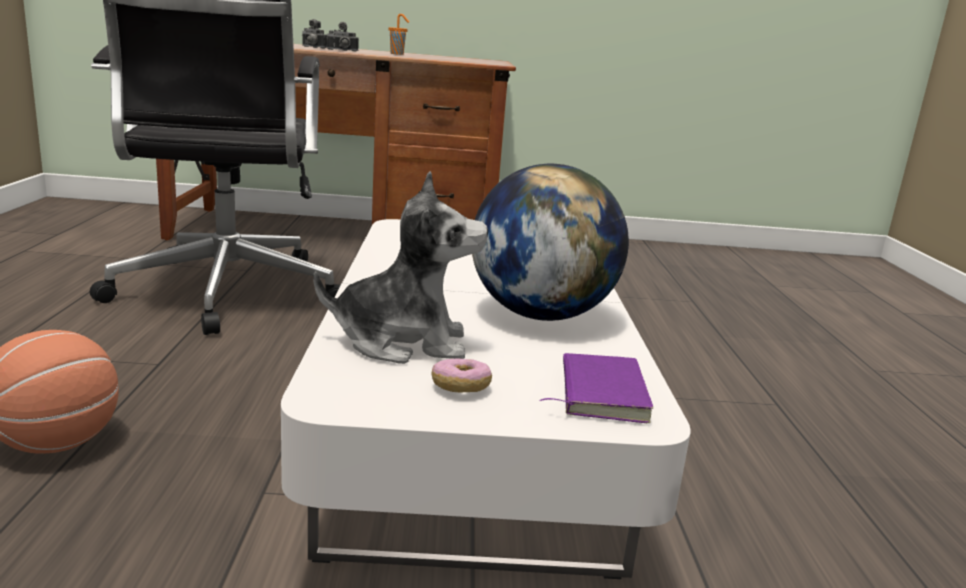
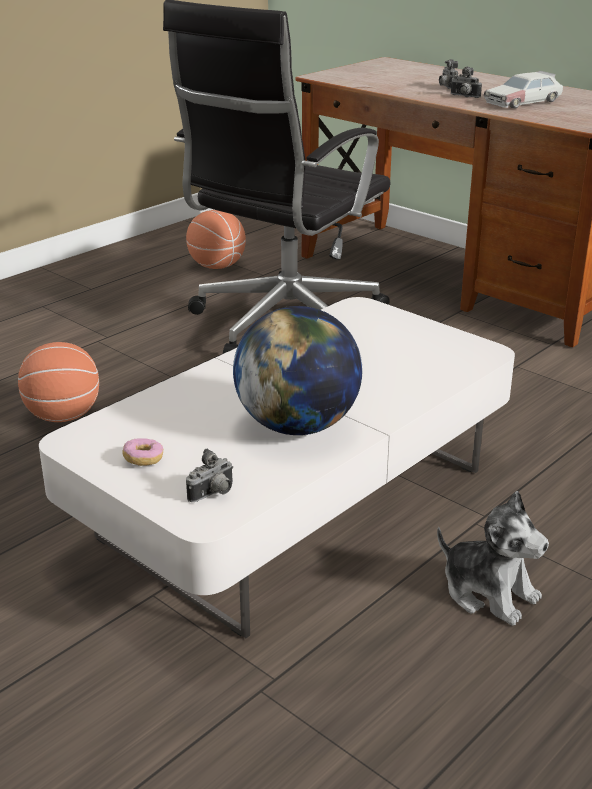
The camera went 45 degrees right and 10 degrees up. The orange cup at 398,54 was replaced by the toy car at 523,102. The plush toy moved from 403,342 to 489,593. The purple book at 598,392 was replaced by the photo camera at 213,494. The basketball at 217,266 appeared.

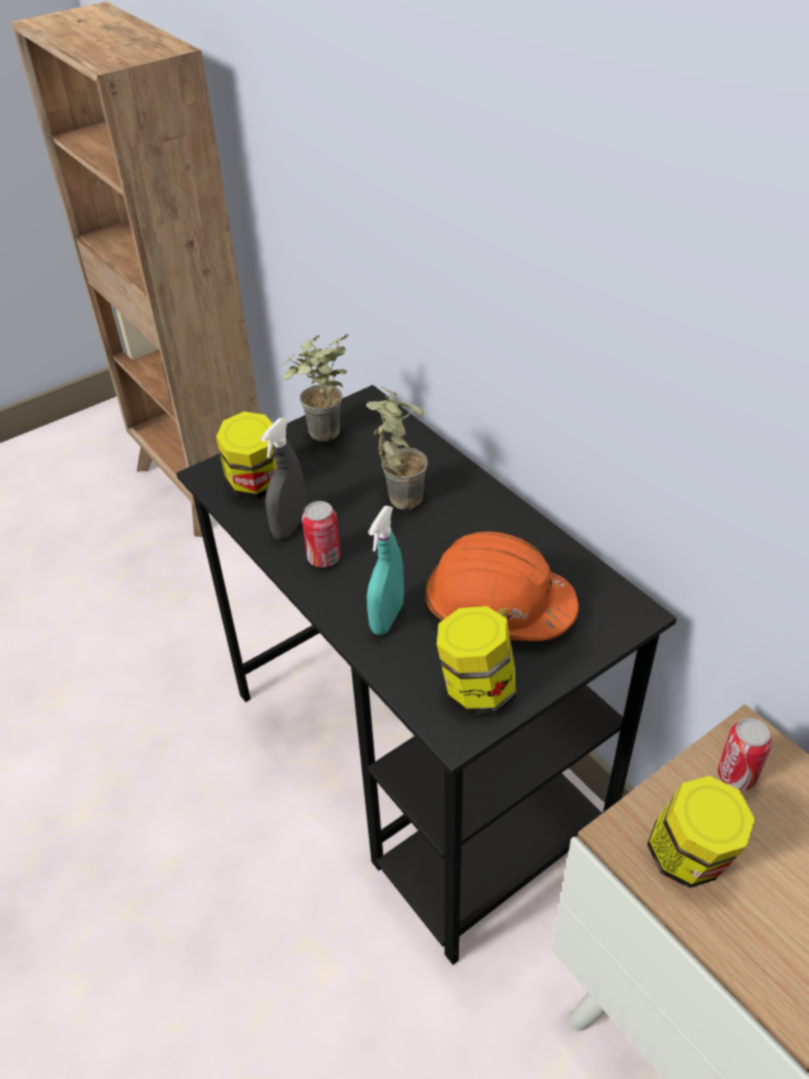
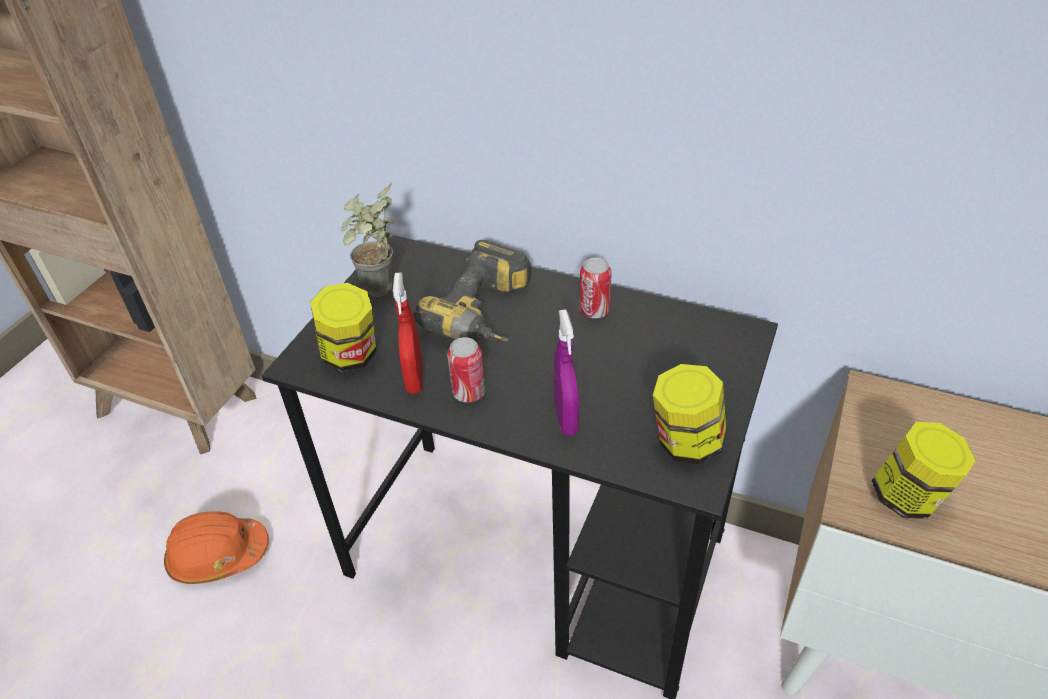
The camera went 30 degrees left and 0 degrees up. The potted plant at 397,495 was replaced by the power drill at 487,316. The grey spray bottle at 290,526 became the red spray bottle at 415,379. The turquoise spray bottle at 387,618 became the purple spray bottle at 566,418. The orange hard hat moved from 497,607 to 218,555. The can moved from 736,775 to 594,311.

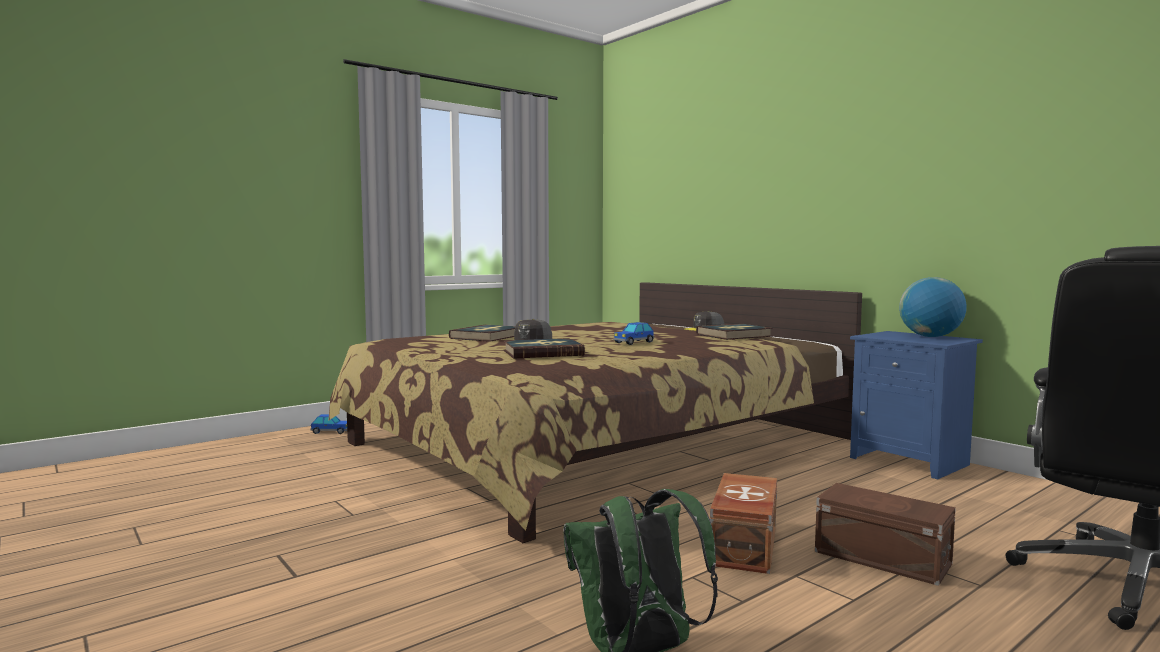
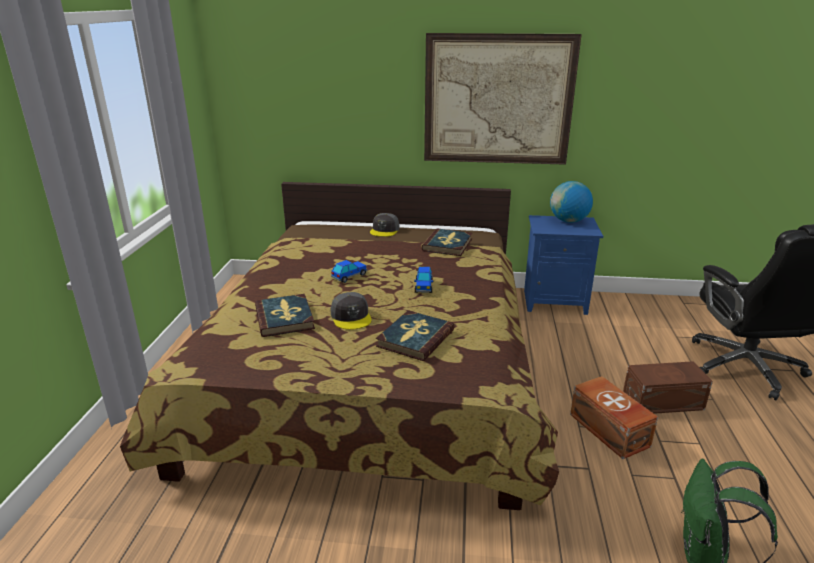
The camera went 45 degrees left and 20 degrees up. The toy car moved from 331,432 to 349,276. The picture at 498,100 appeared.

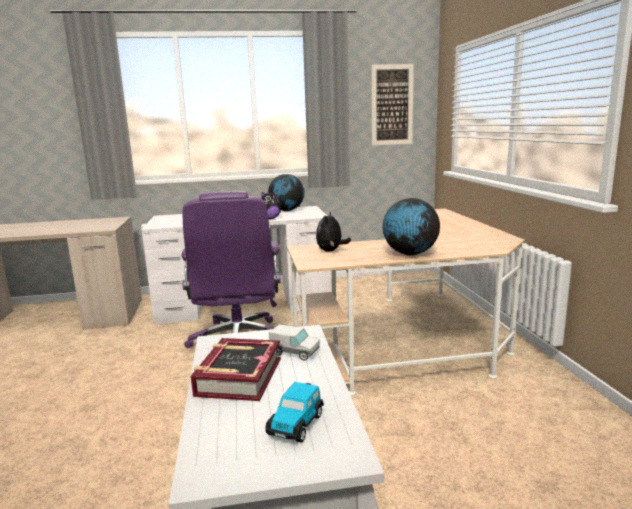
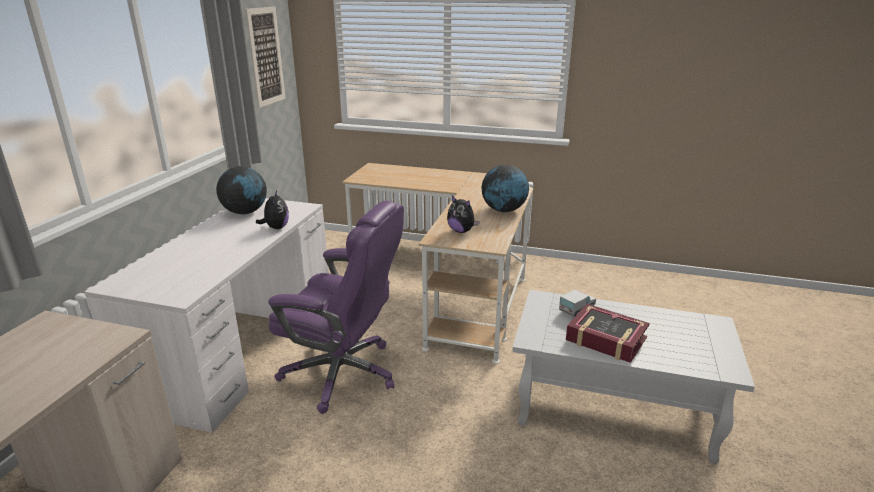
The camera went 65 degrees left and 10 degrees up. The toy car at 296,424 disappeared.

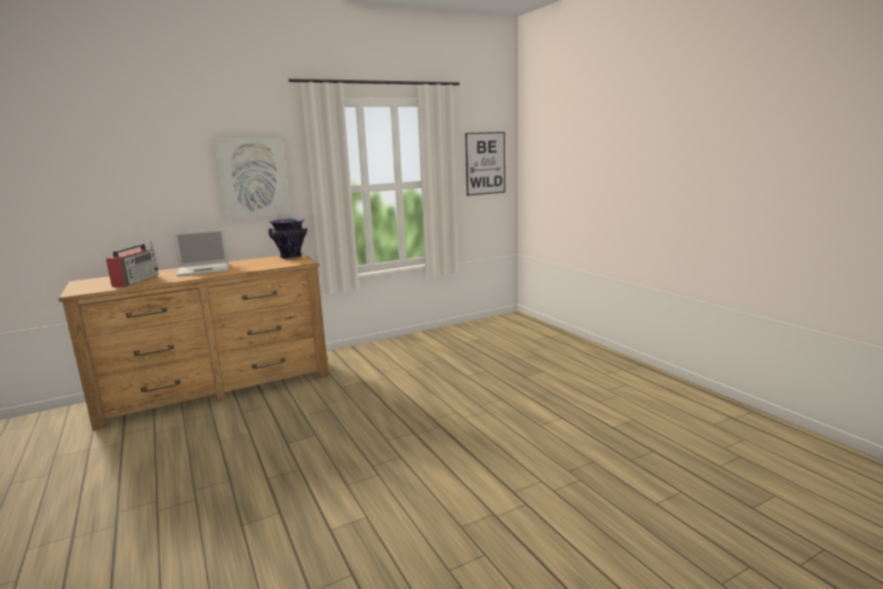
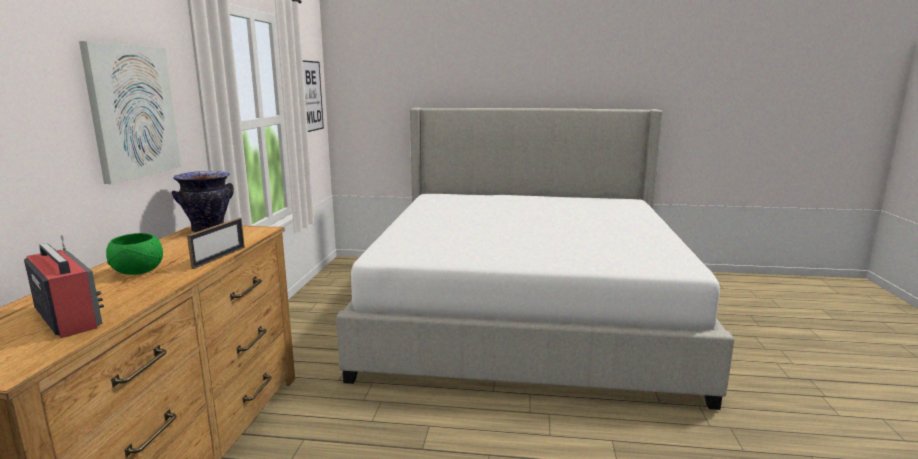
The camera went 55 degrees left and 0 degrees up. The laptop at 205,269 was replaced by the green bowl at 137,271. The bed at 525,314 appeared. The picture frame at 219,257 appeared.

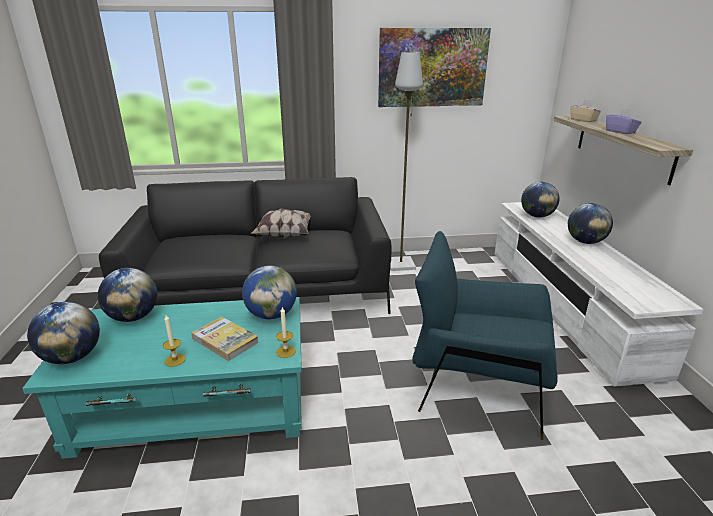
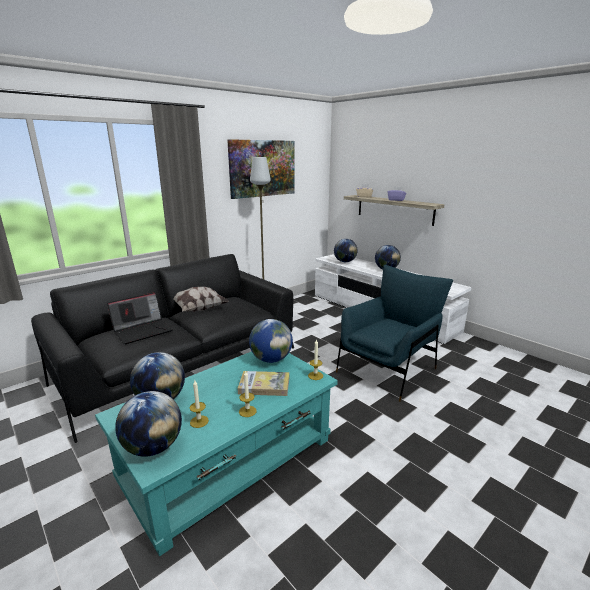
The camera went 35 degrees left and 5 degrees down. The blue armchair at 477,386 turned 150 degrees clockwise. The laptop at 143,330 appeared. The candle at 199,421 appeared.

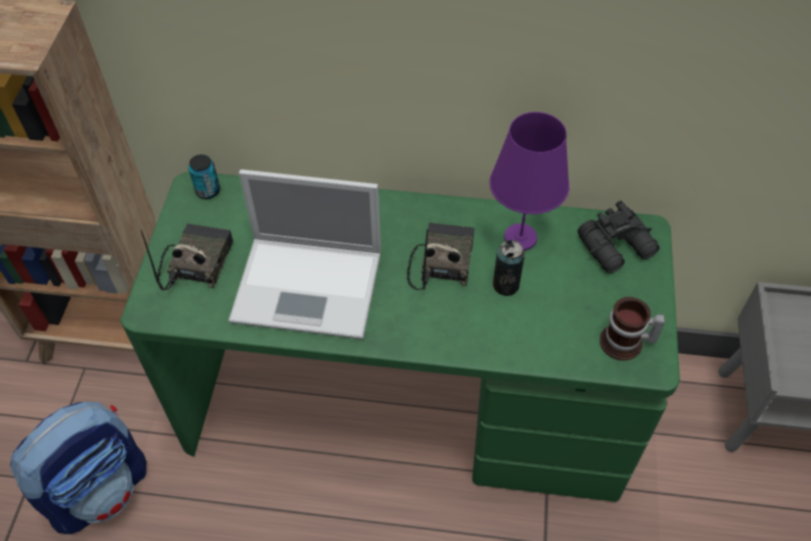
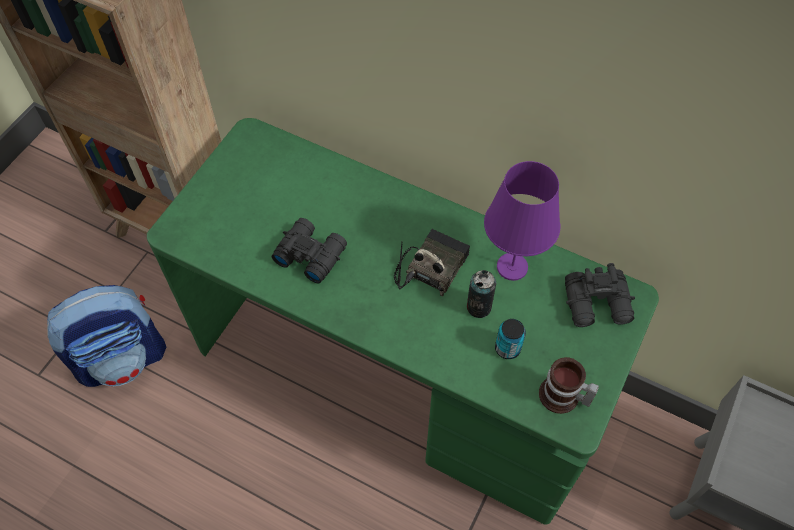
The camera went 20 degrees right and 5 degrees up. The can moved from 208,191 to 507,348. The laptop at 310,286 was replaced by the black binoculars at 310,254. The radio at 195,263 disappeared.

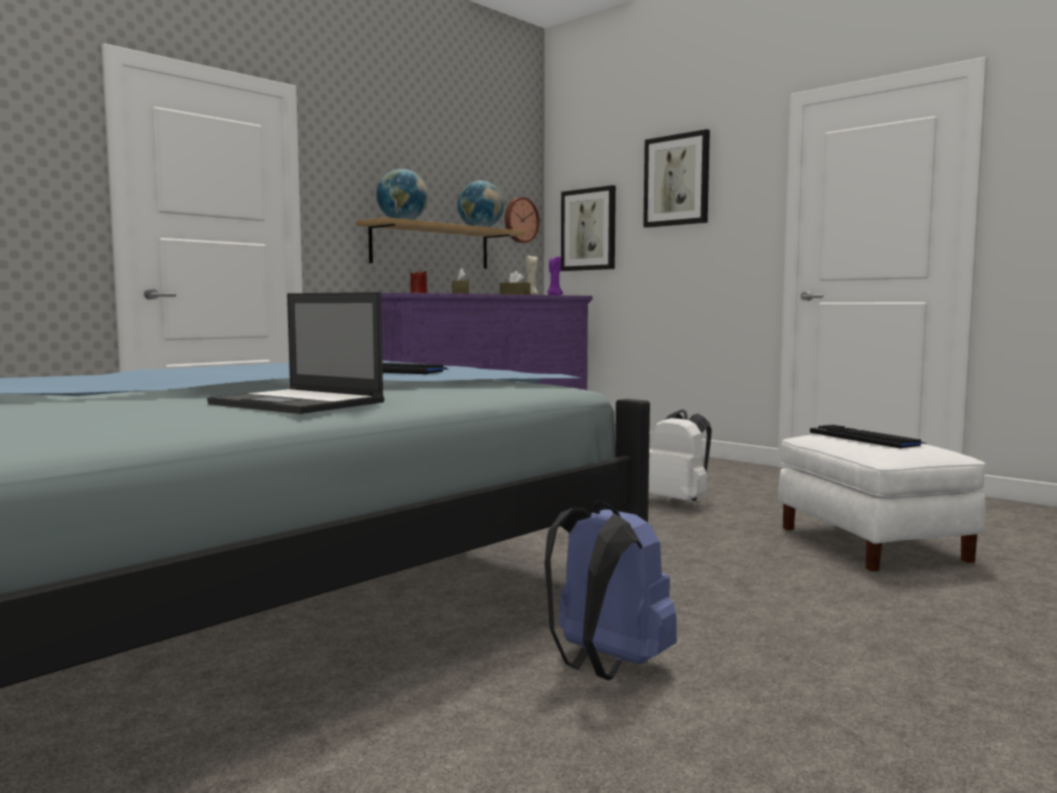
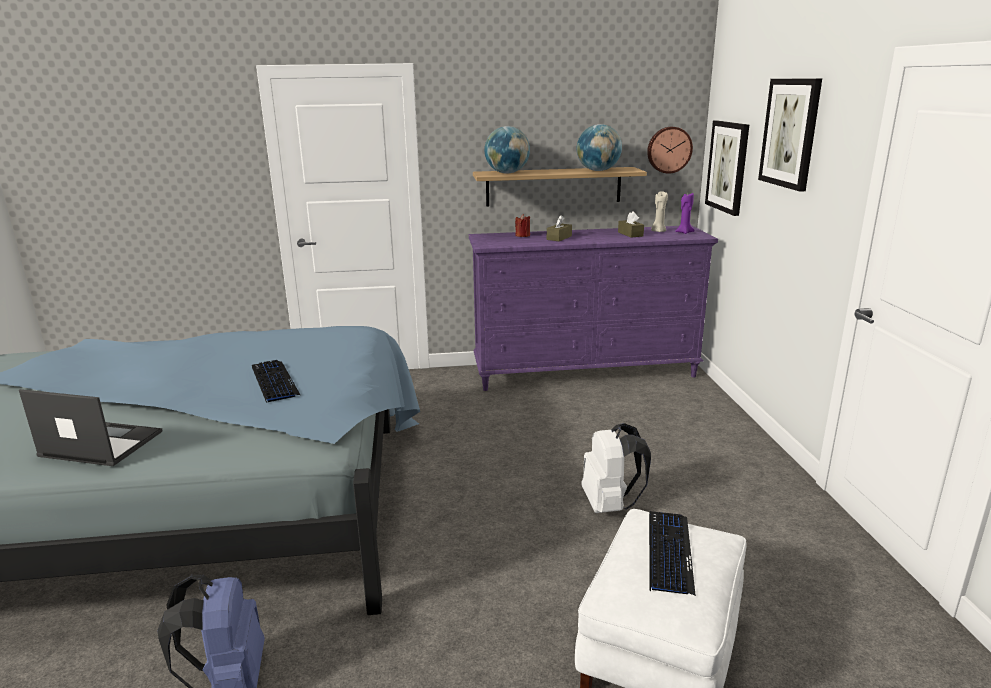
The camera went 40 degrees right and 15 degrees up. The laptop at 299,403 turned 120 degrees clockwise.

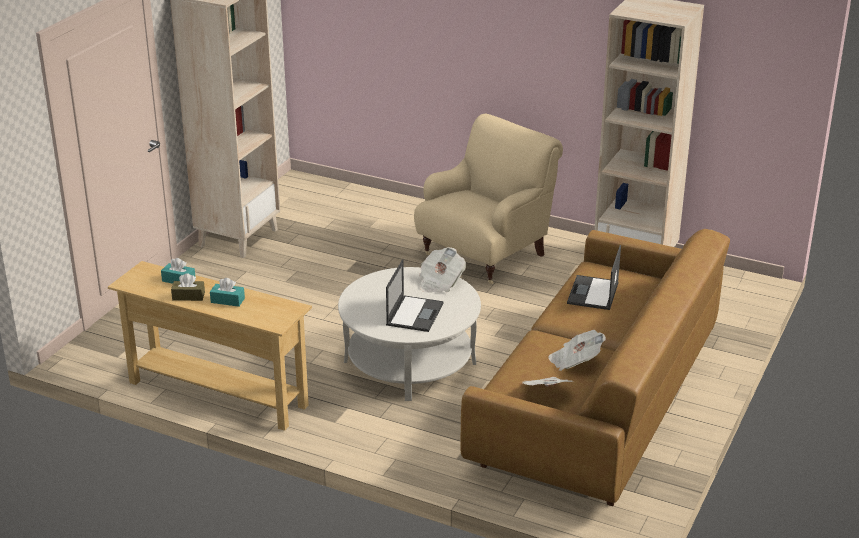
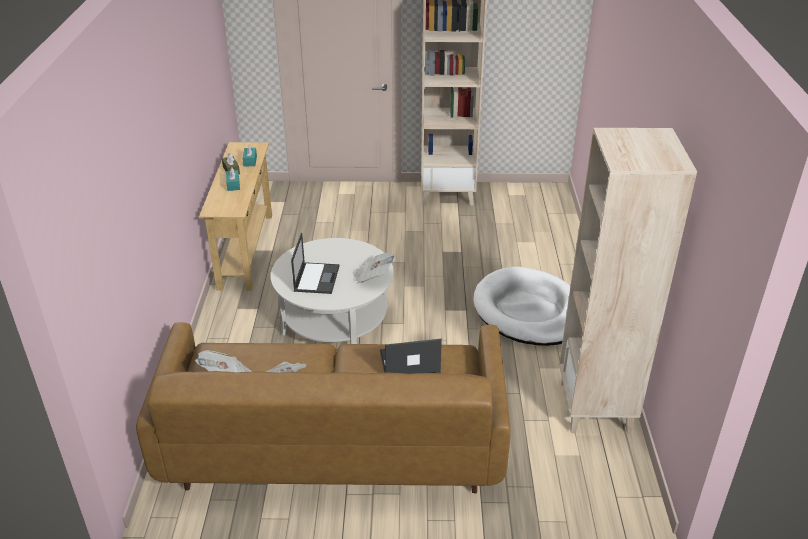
The camera went 65 degrees right and 5 degrees up. The beige armchair at 486,254 was replaced by the white dog bed at 529,311. The laptop at 415,313 turned 75 degrees counterclockwise.

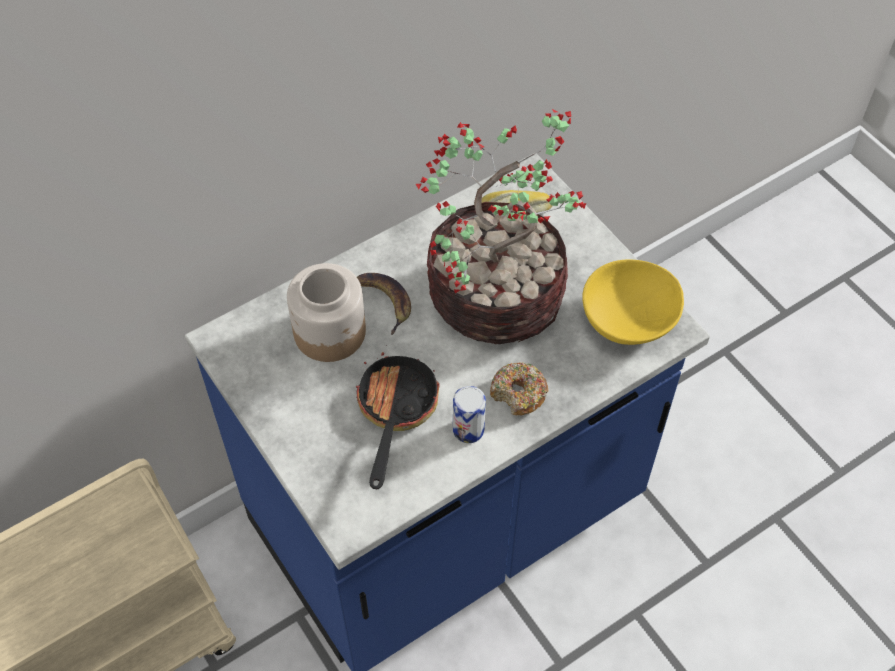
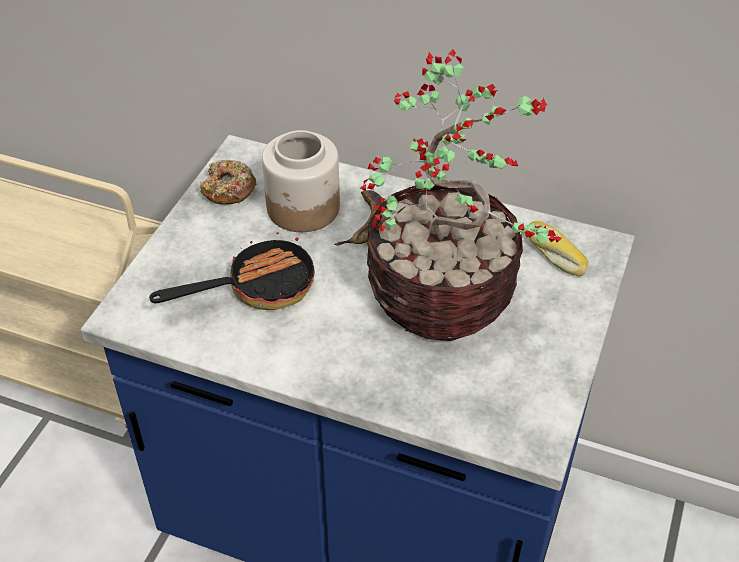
The camera went 55 degrees right and 10 degrees down. The yellow bowl at 627,318 disappeared. The donut moved from 518,394 to 228,190. The can at 468,429 disappeared.

